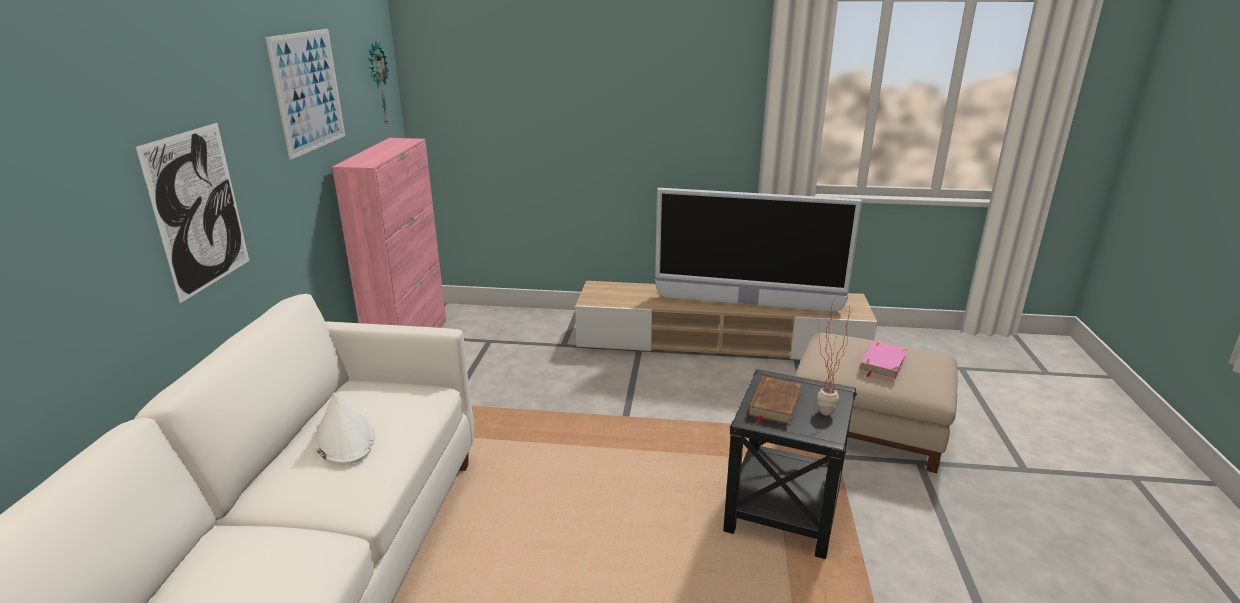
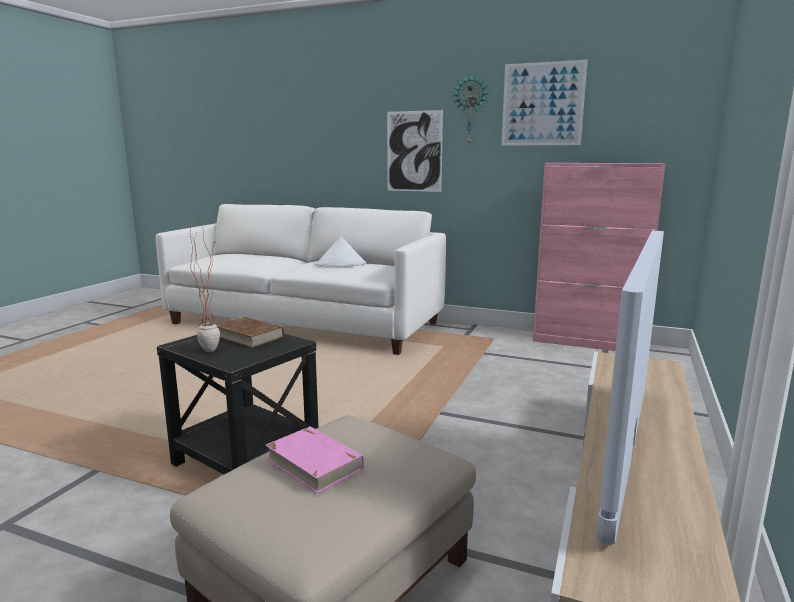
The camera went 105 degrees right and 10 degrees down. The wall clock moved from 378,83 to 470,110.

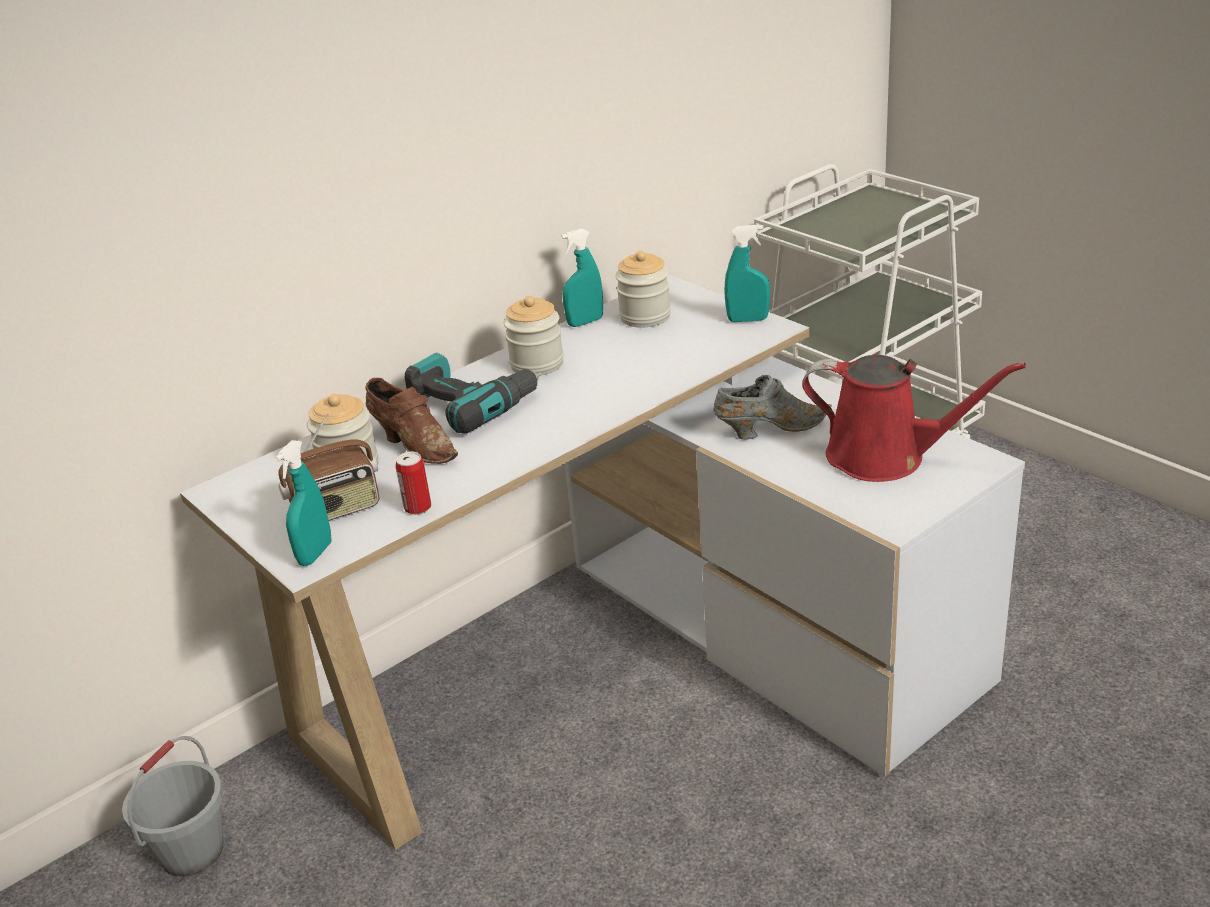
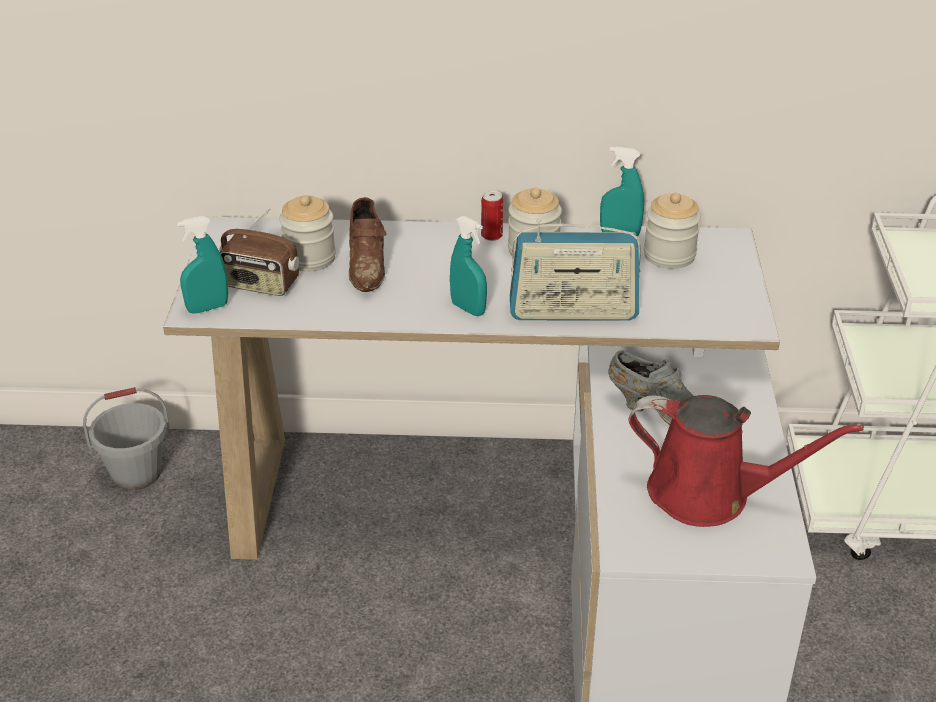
The camera went 40 degrees right and 5 degrees up. The turquoise spray bottle moved from 748,320 to 468,309. The power drill at 472,404 disappeared. The red watering can at 885,457 turned 45 degrees counterclockwise. The can moved from 418,507 to 491,235. The radio at 573,312 appeared.

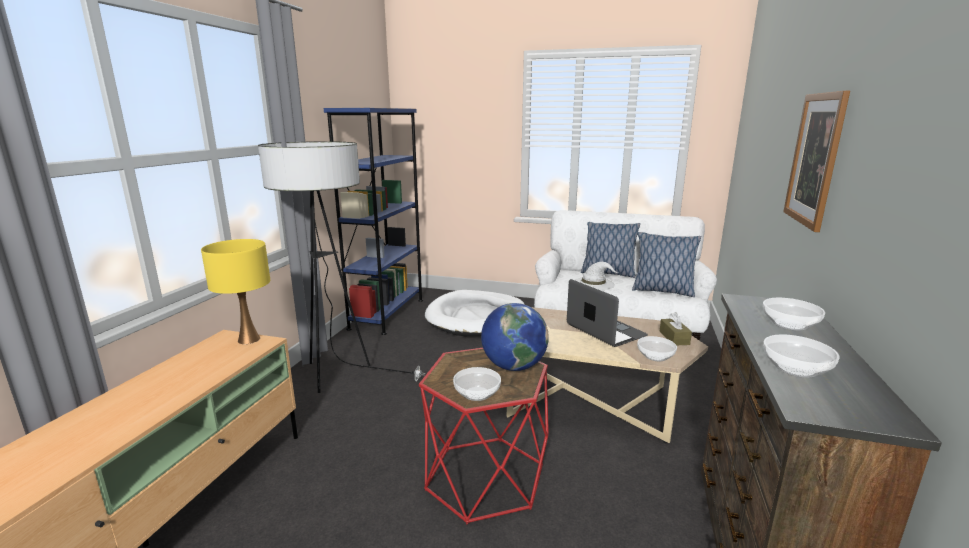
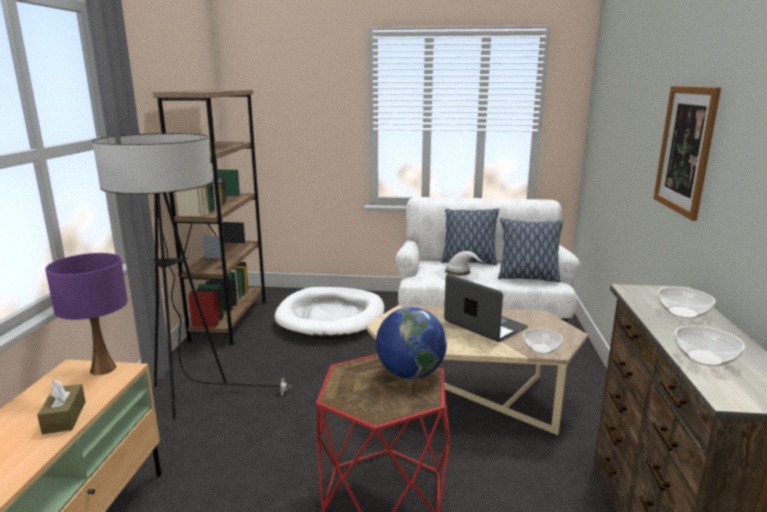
The camera went 10 degrees left and 0 degrees up. The blue bookcase at 387,314 became the brown bookcase at 229,320. The yellow table lamp at 249,339 became the purple table lamp at 103,369. The brown tissue box moved from 674,338 to 64,417. The bowl at 477,393 disappeared.

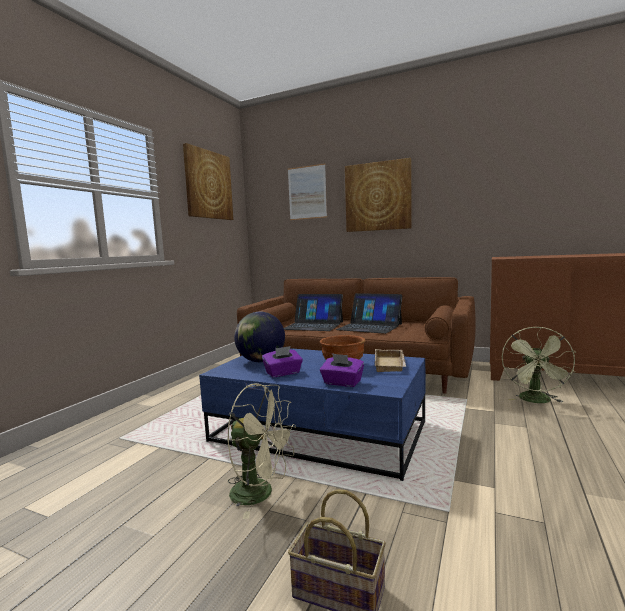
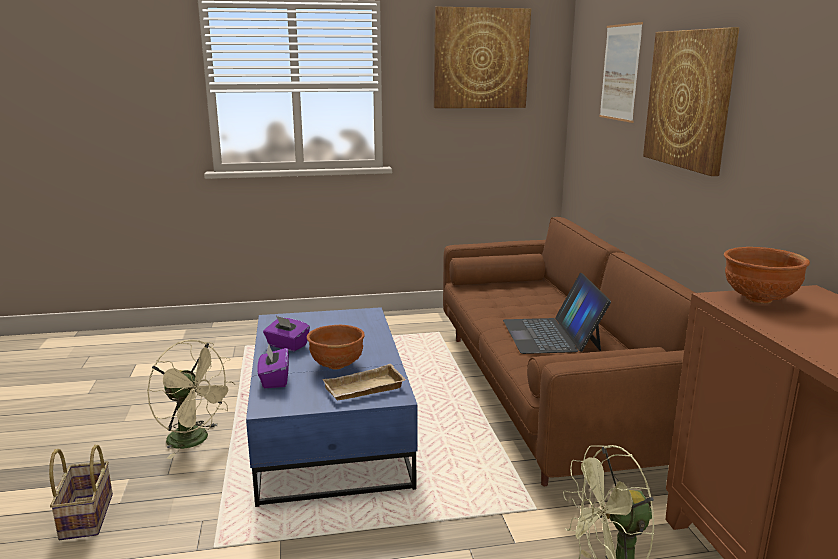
The camera went 55 degrees right and 10 degrees up. The laptop at 313,325 disappeared. The globe at 261,361 disappeared. The beige fan at 261,493 turned 45 degrees counterclockwise. The brown bowl at 758,299 appeared.

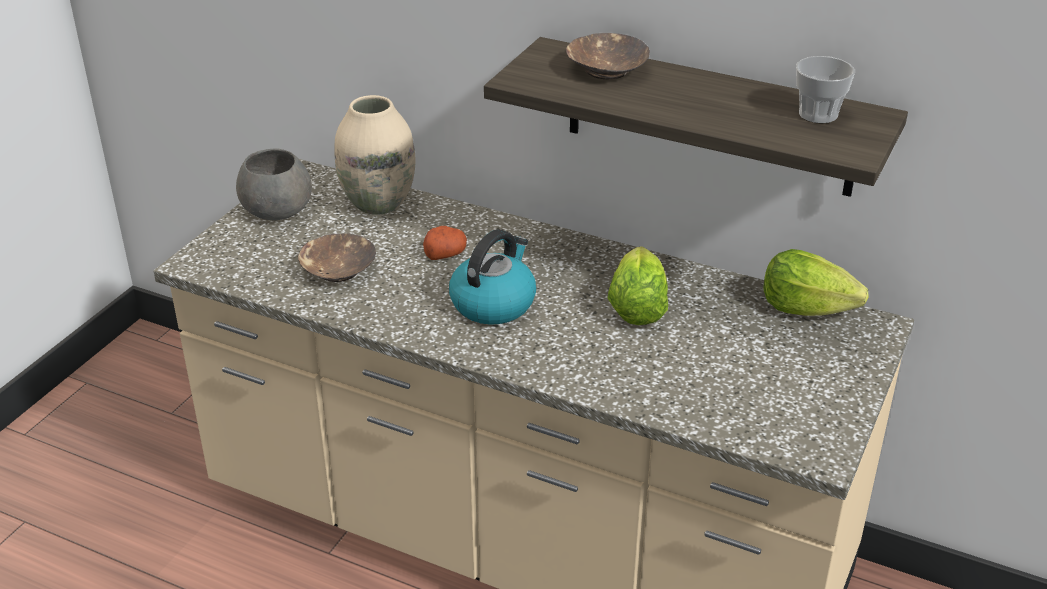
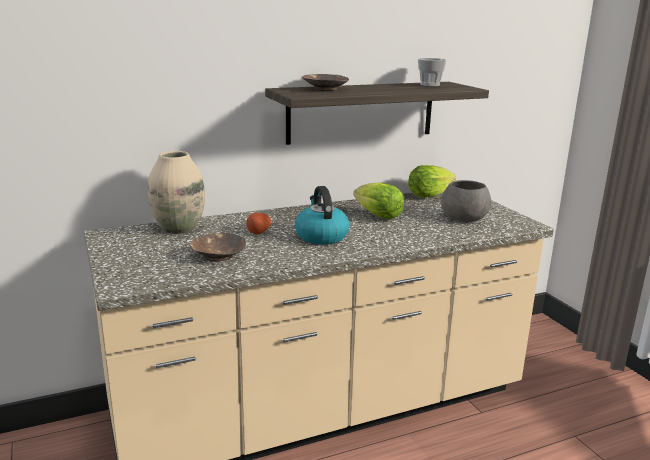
The camera went 50 degrees left and 15 degrees down. The grey bowl moved from 277,210 to 465,218.

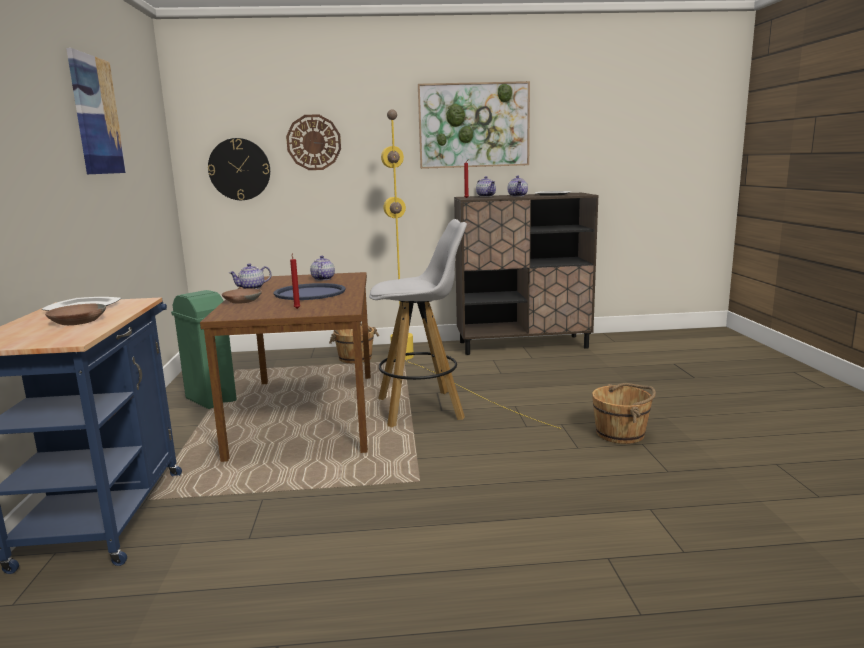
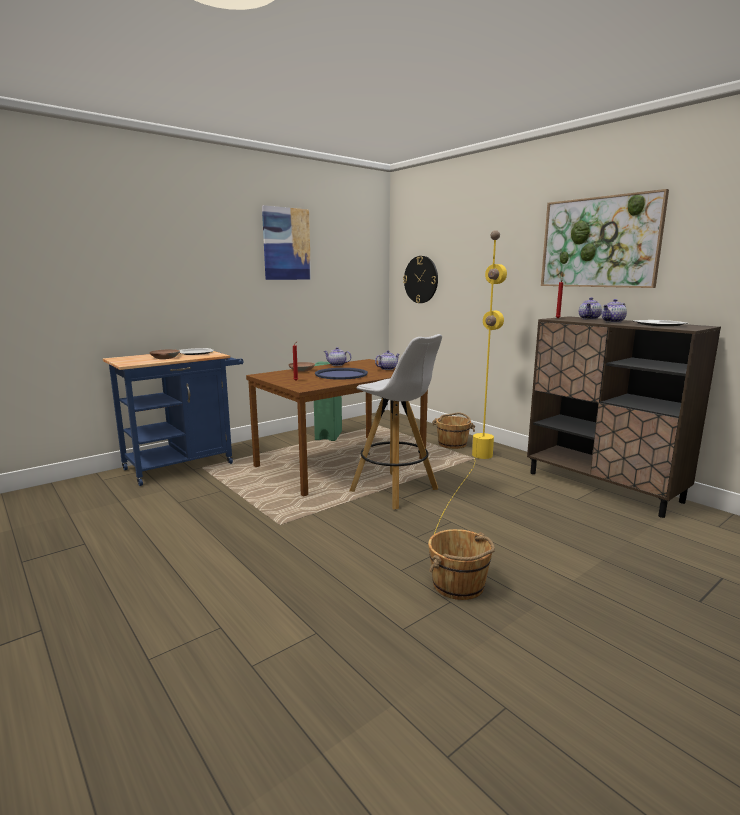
The camera went 55 degrees right and 0 degrees up. The wall clock at 314,142 disappeared.

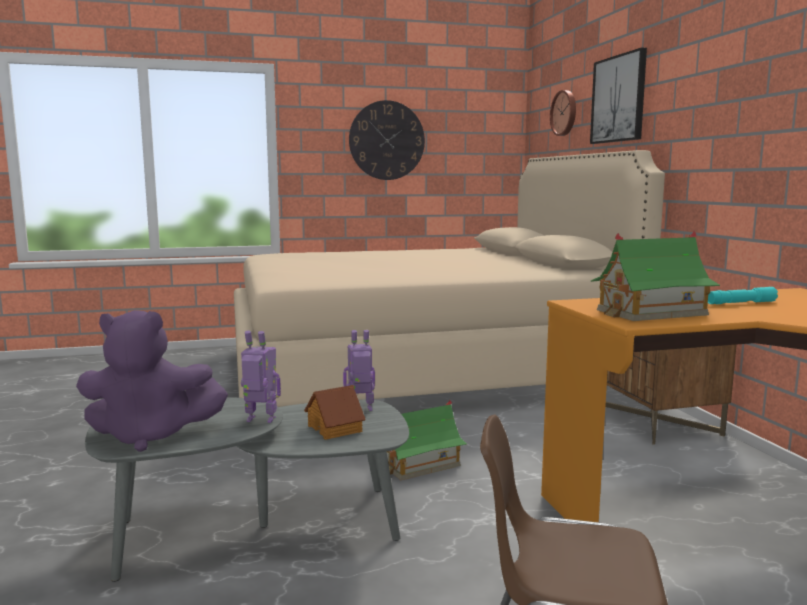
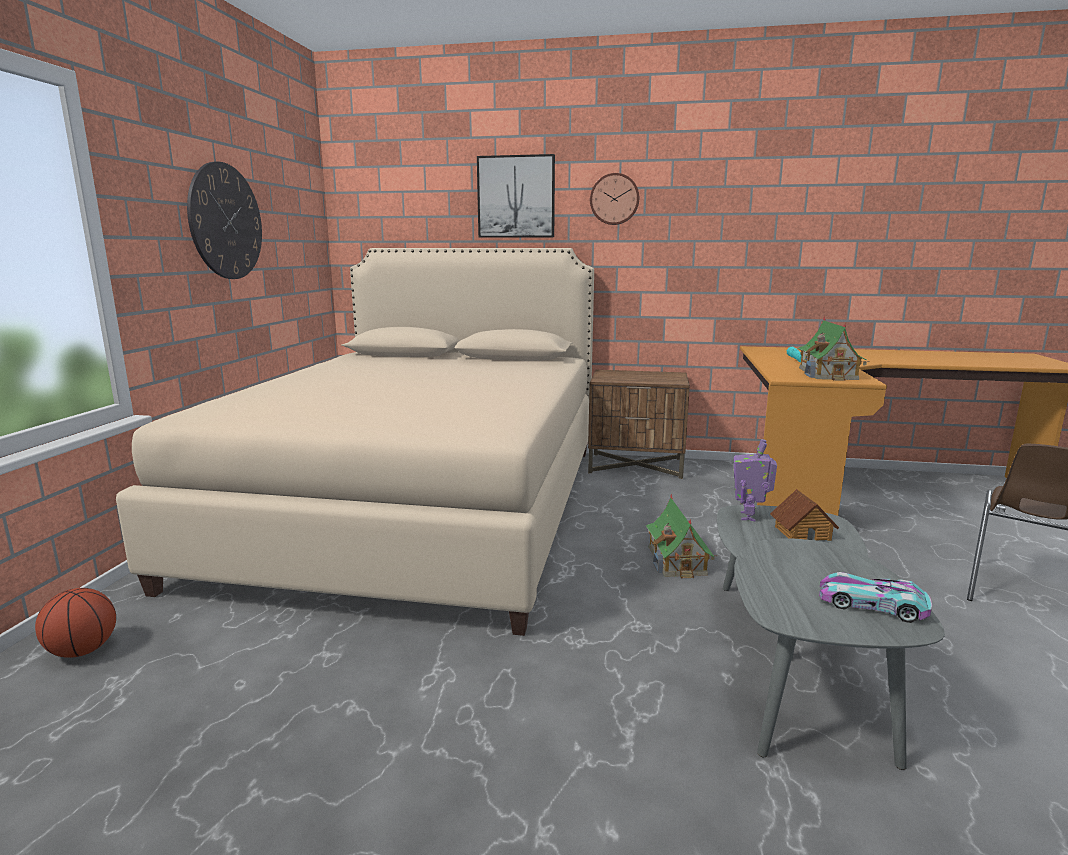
The camera went 65 degrees left and 5 degrees up. The wall clock moved from 565,113 to 614,199. The purple plush toy at 151,436 was replaced by the toy car at 872,604. The toy robot at 260,420 disappeared. The basketball at 82,651 appeared.

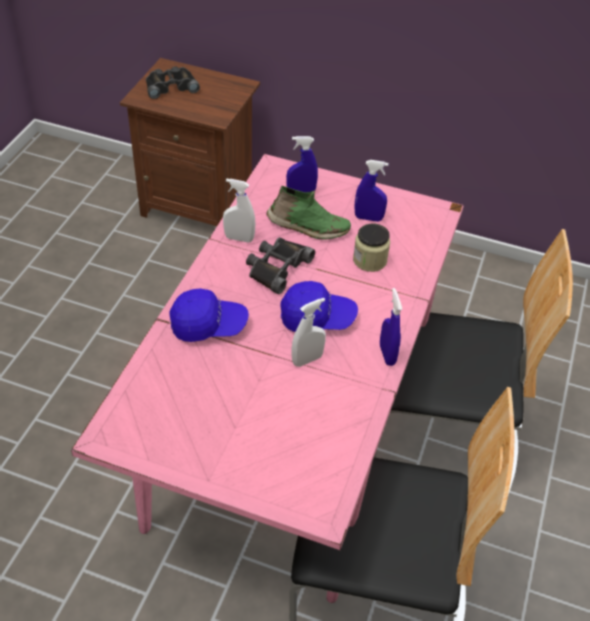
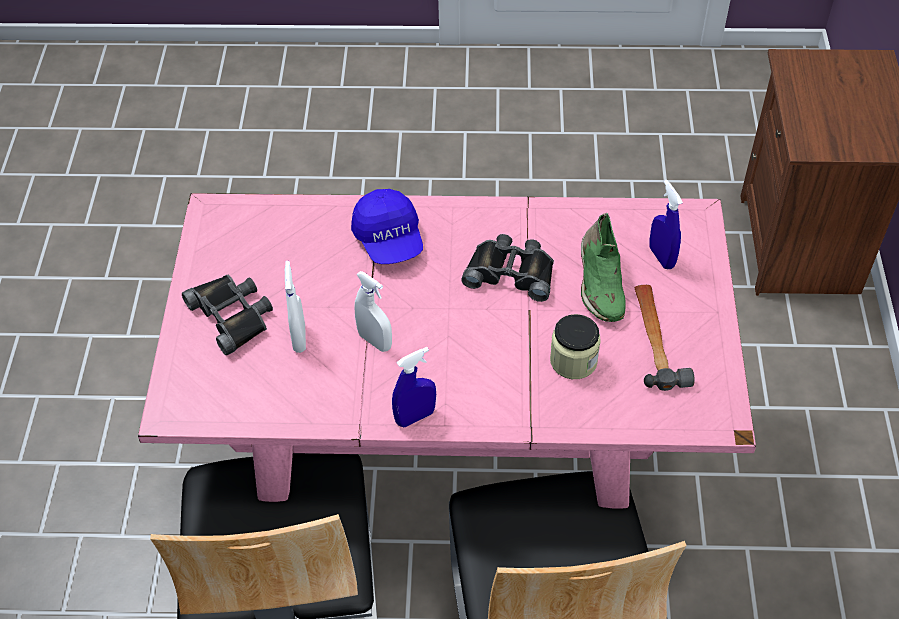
The camera went 75 degrees right and 5 degrees up. The black binoculars moved from 170,86 to 232,315. The blue spray bottle at 368,218 was replaced by the hammer at 656,340. The white spray bottle moved from 239,238 to 299,338. The blue cap at 317,318 disappeared.

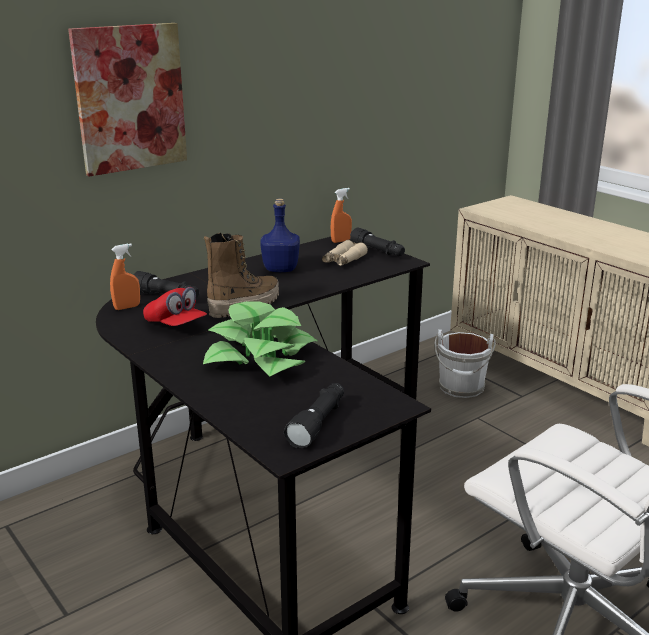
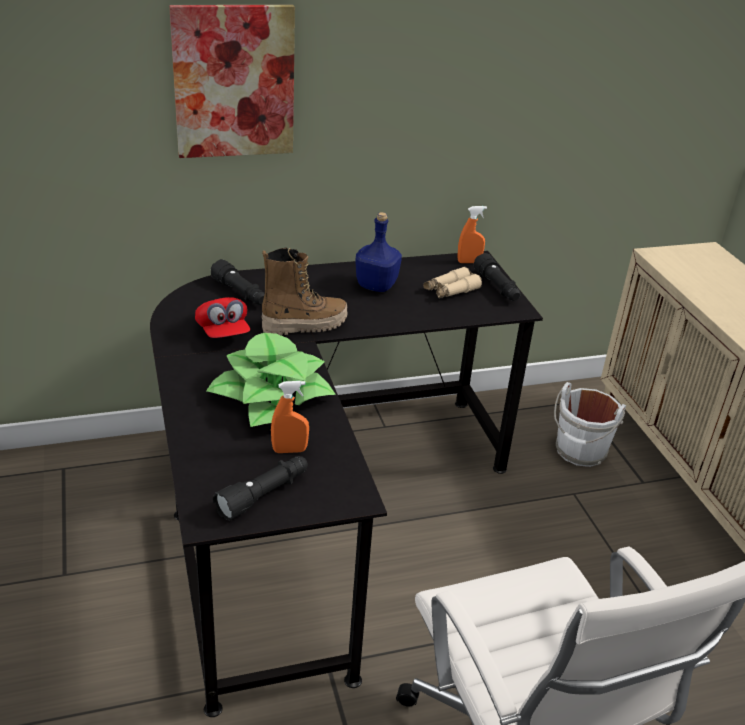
The camera went 20 degrees right and 10 degrees up. The orange spray bottle moved from 127,307 to 289,450.

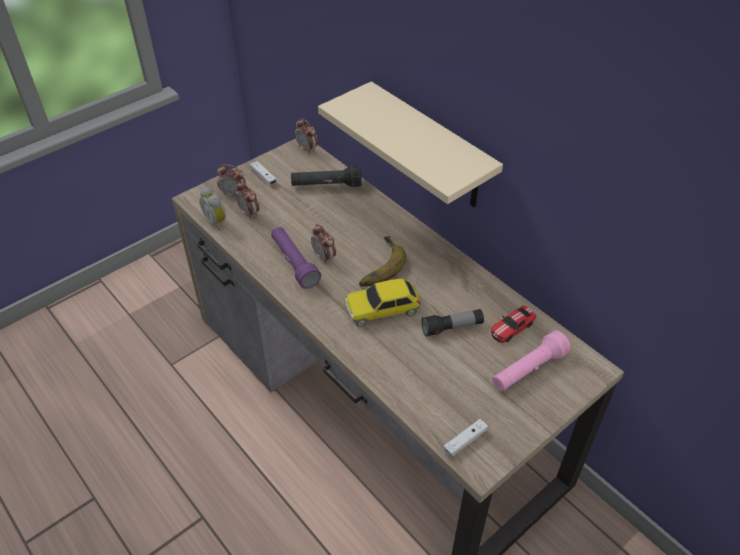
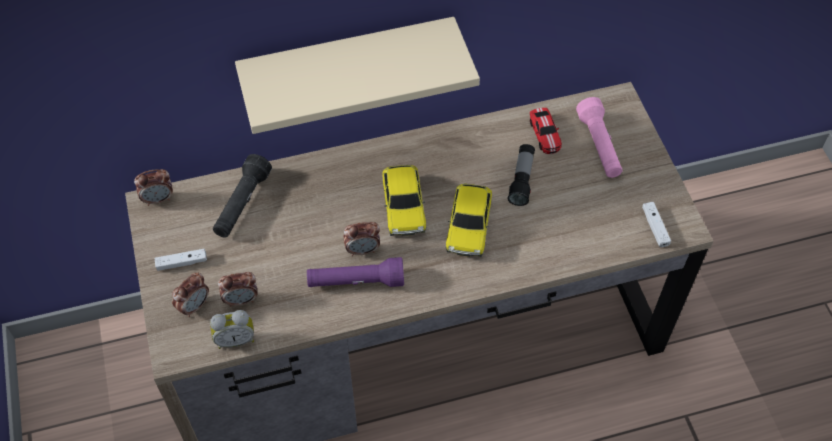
The camera went 65 degrees left and 10 degrees up. The banana at 377,265 was replaced by the toy car at 403,206.

